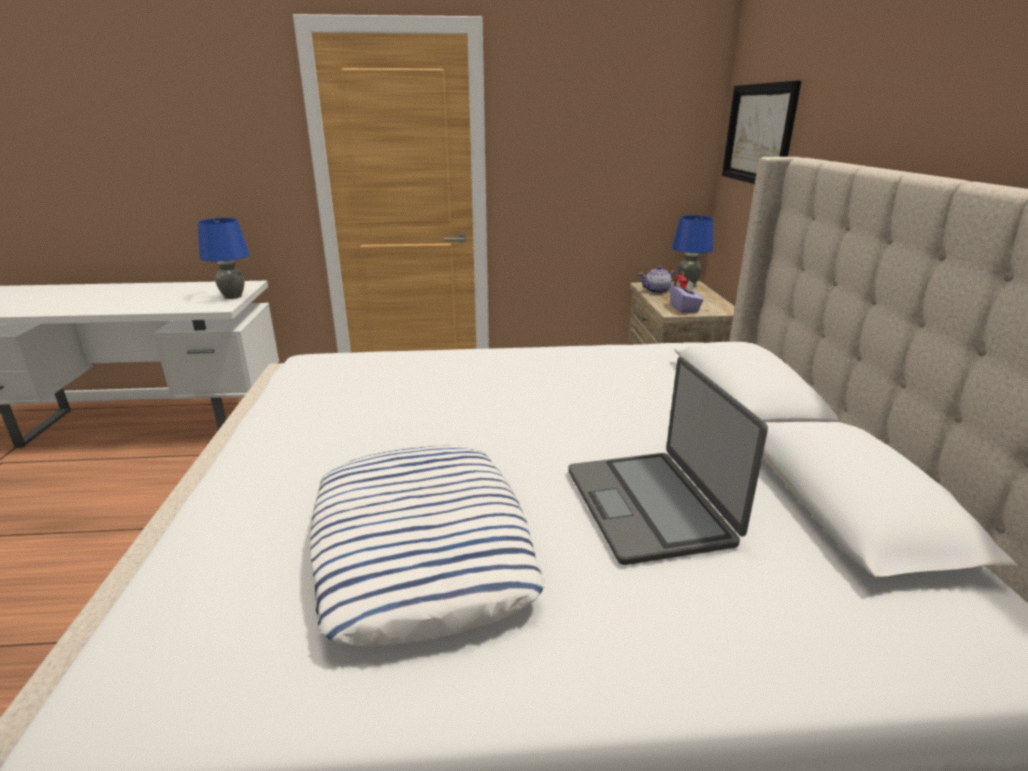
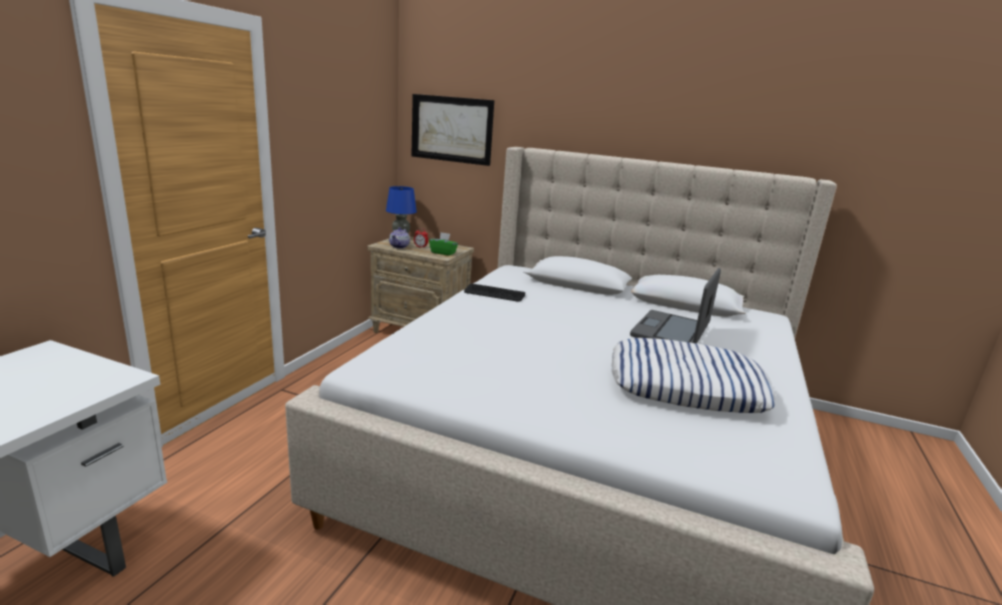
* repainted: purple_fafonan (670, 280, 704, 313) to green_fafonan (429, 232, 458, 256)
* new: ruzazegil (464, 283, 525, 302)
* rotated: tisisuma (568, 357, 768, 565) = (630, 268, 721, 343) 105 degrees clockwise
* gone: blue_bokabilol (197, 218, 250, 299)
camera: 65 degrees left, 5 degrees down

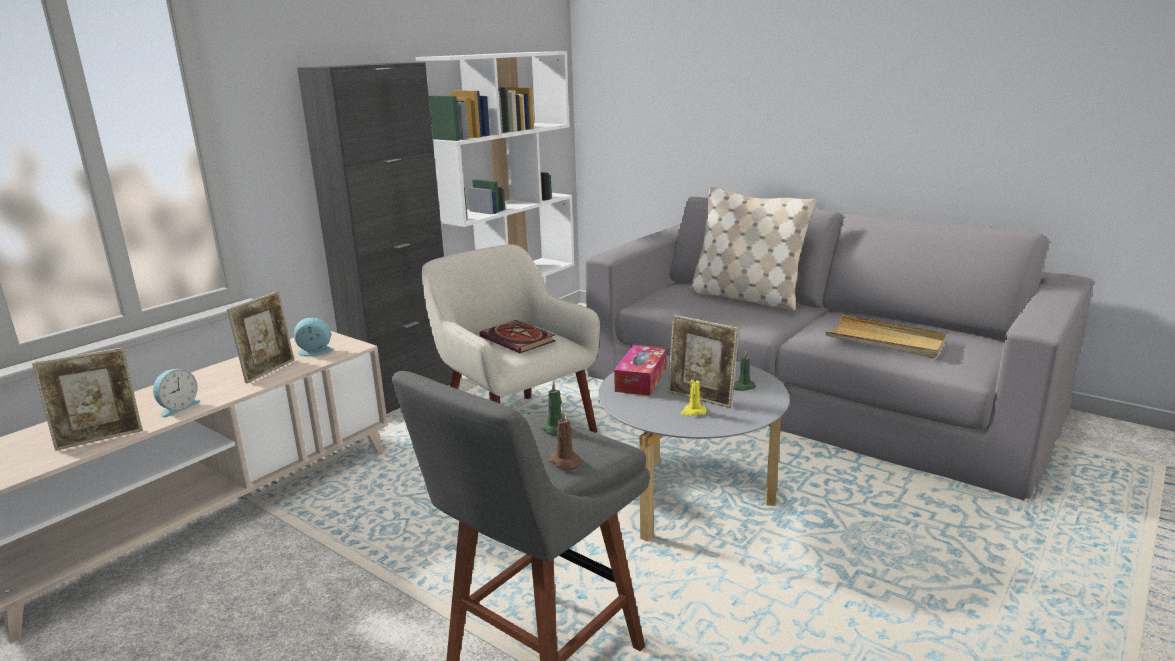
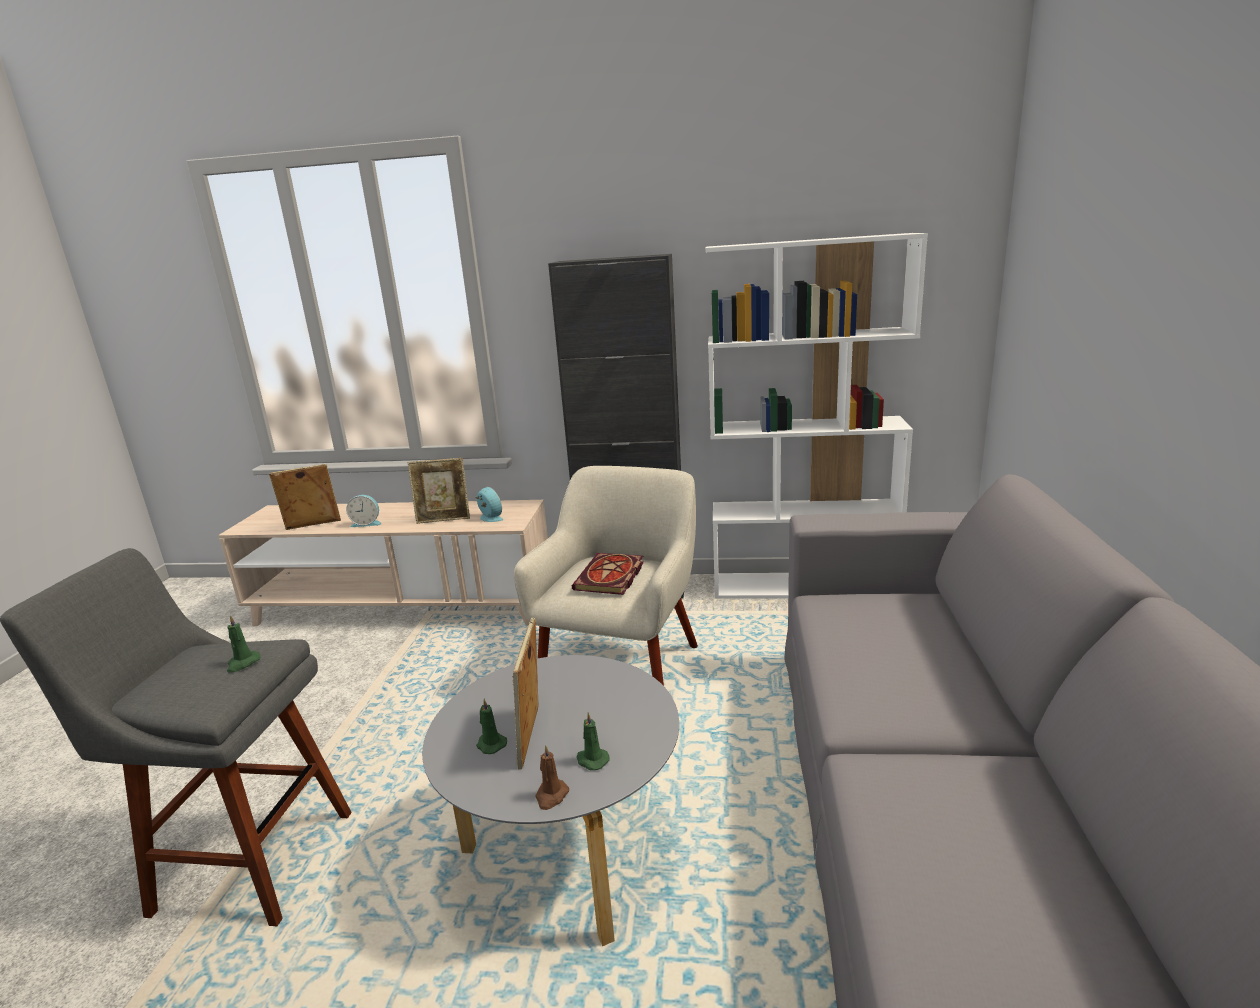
* rotated: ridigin (32, 347, 143, 451) = (269, 464, 341, 530) 135 degrees clockwise
* repainted: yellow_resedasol (681, 373, 707, 416) to green_resedasol (476, 699, 507, 754)
* shifted: brown_resedasol (549, 410, 581, 470) to (535, 745, 569, 810)
* gone: fafonan (614, 345, 667, 396)
* gone: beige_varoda (689, 187, 815, 311)
* gone: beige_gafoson (826, 314, 947, 358)
camera: 60 degrees right, 0 degrees up

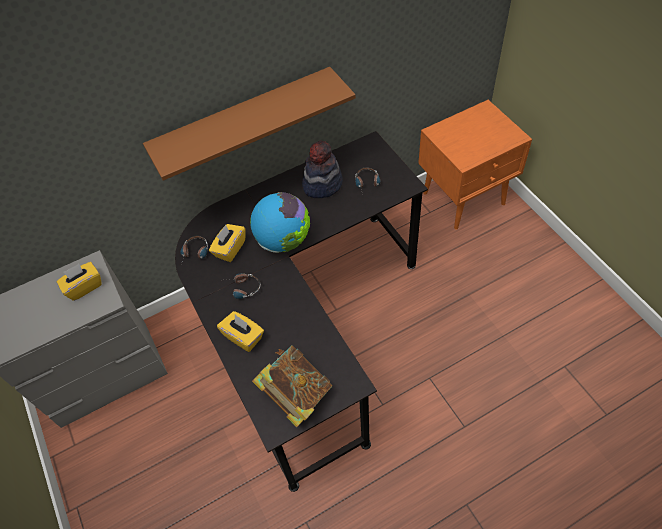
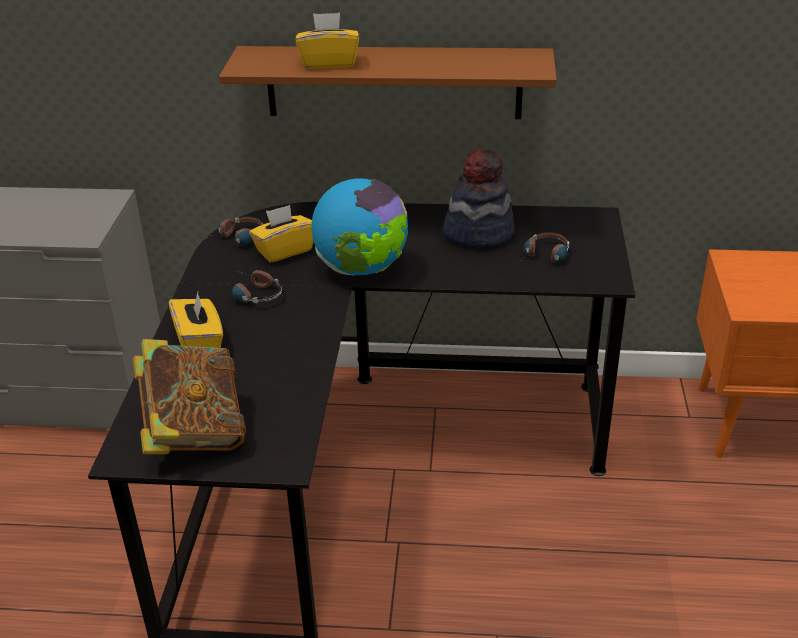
* shifted: yellow_fafonan (57, 262, 102, 301) to (295, 13, 359, 69)
camera: 30 degrees right, 20 degrees down

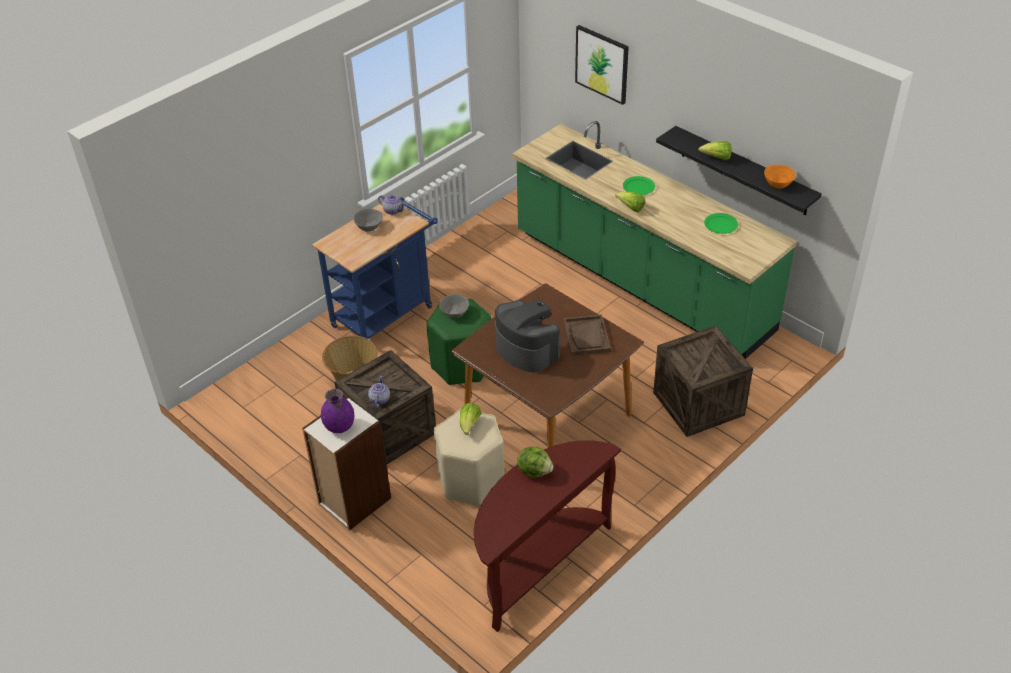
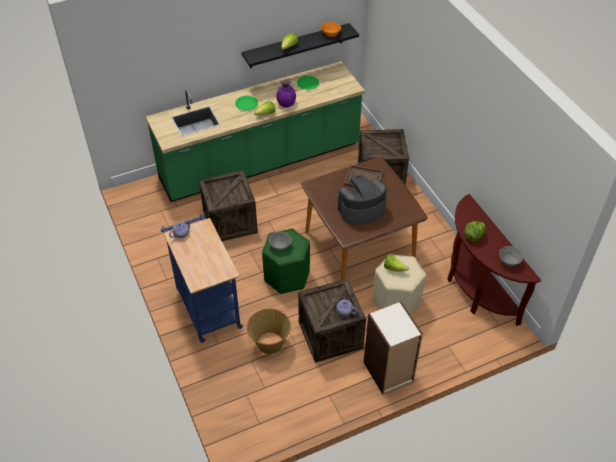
* new: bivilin (199, 170, 258, 241)
* shifted: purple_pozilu (321, 389, 354, 433) to (276, 79, 296, 107)
* shifted: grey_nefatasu (354, 208, 383, 231) to (499, 246, 523, 267)
* gone: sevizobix (575, 25, 629, 105)
camera: 70 degrees left, 5 degrees up

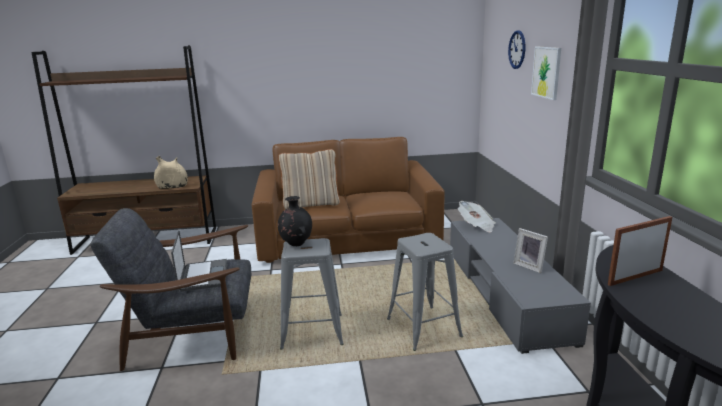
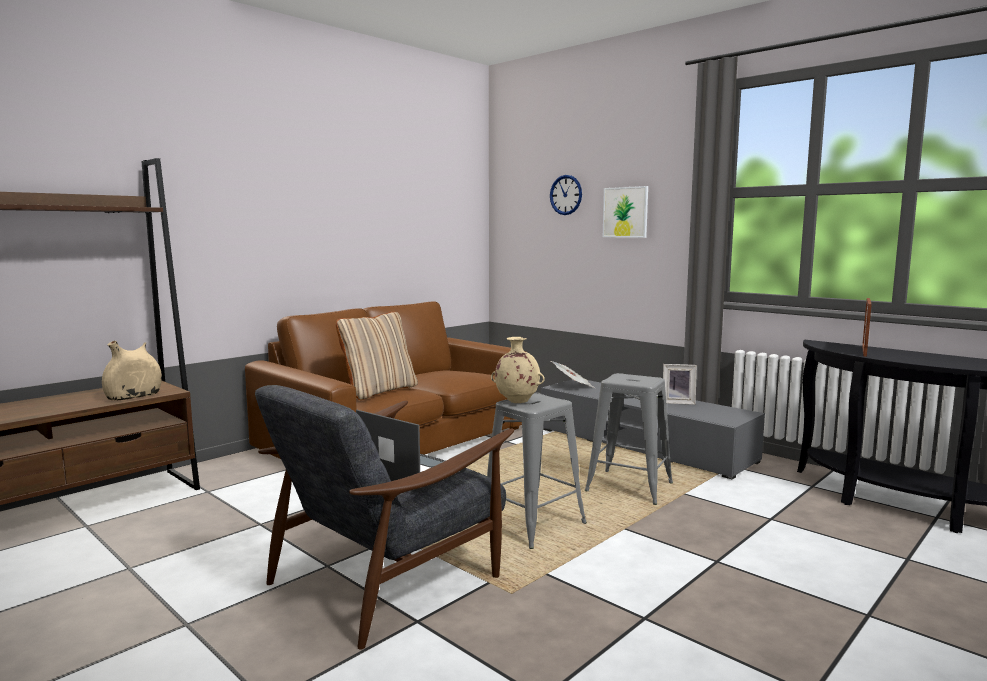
* repainted: black_pozilu (278, 196, 312, 246) to beige_pozilu (491, 337, 545, 403)
camera: 40 degrees left, 10 degrees down

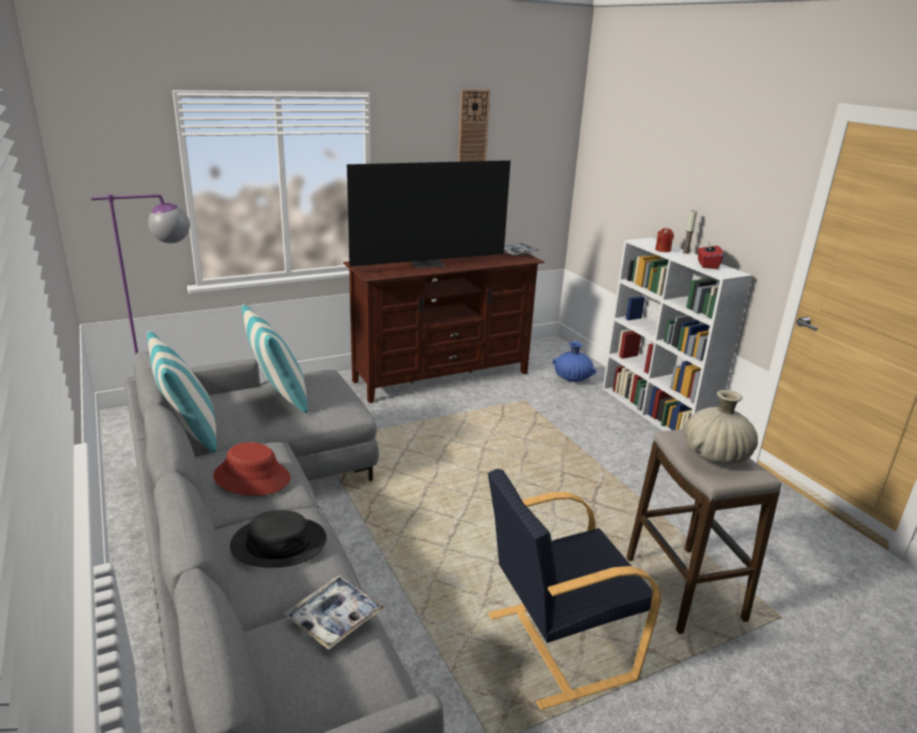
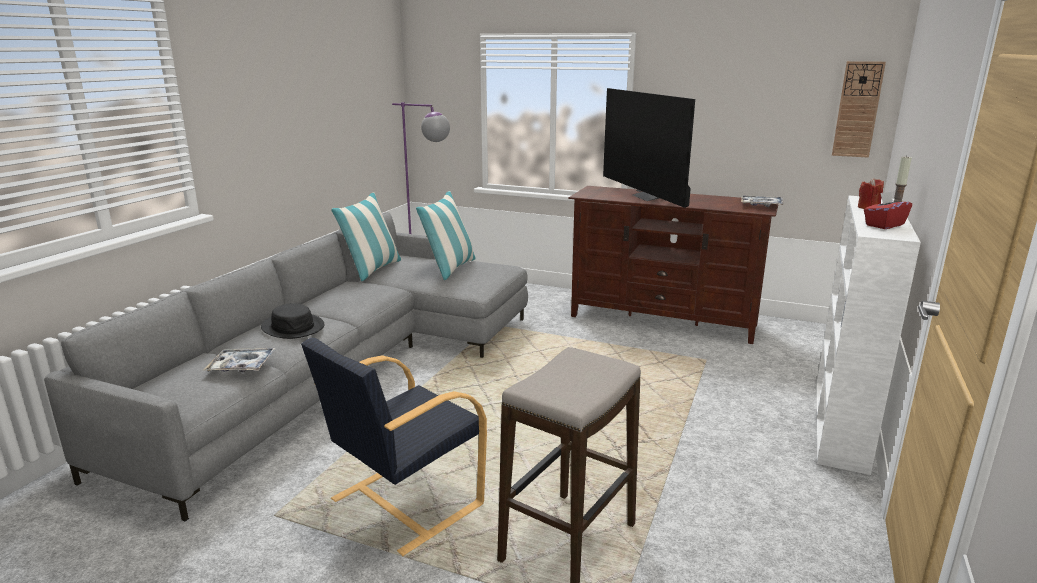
* rotated: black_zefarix (488, 469, 661, 710) = (301, 338, 487, 557) 75 degrees counterclockwise
* rotated: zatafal (347, 160, 511, 269) = (603, 88, 695, 208) 45 degrees clockwise
* shifted: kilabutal (458, 90, 490, 162) to (832, 61, 886, 158)
* gone: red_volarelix (213, 442, 291, 496)
* gone: blue_pozilu (553, 341, 597, 382)
* gone: beige_pozilu (684, 390, 758, 464)
camera: 50 degrees right, 5 degrees down

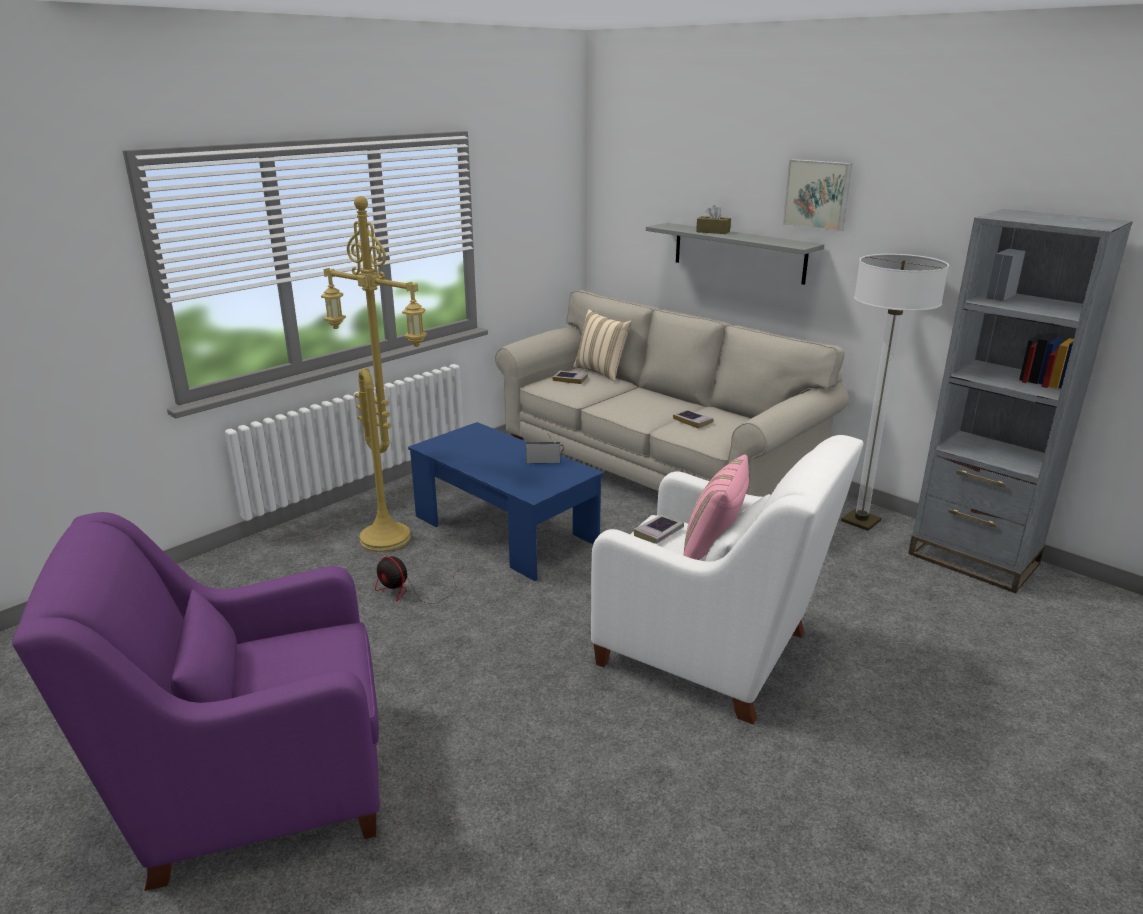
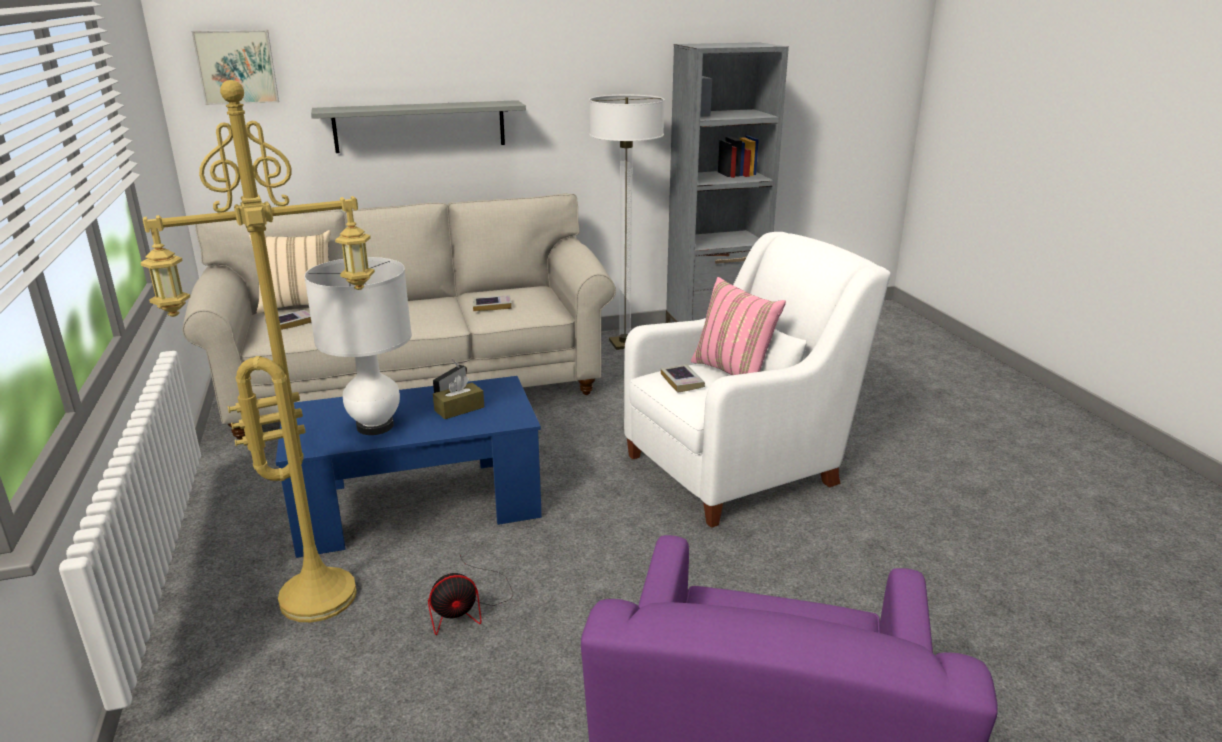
* shifted: sevizobix (783, 159, 852, 232) to (192, 30, 279, 105)
* new: white_bokabilol (304, 257, 412, 435)
* shifted: brown_fafonan (696, 205, 731, 234) to (433, 375, 484, 419)
camera: 60 degrees left, 0 degrees up

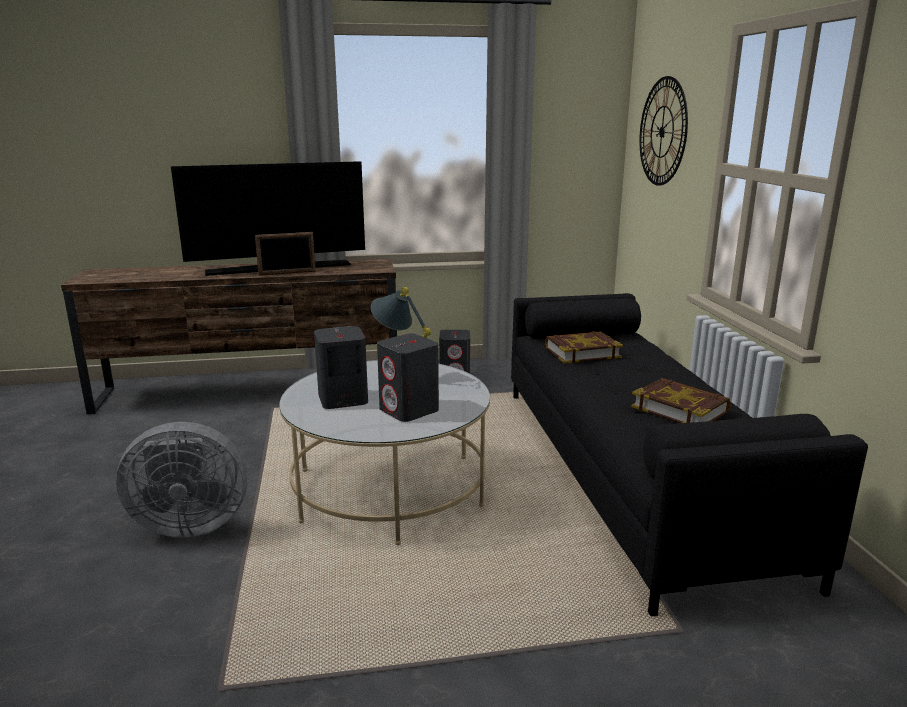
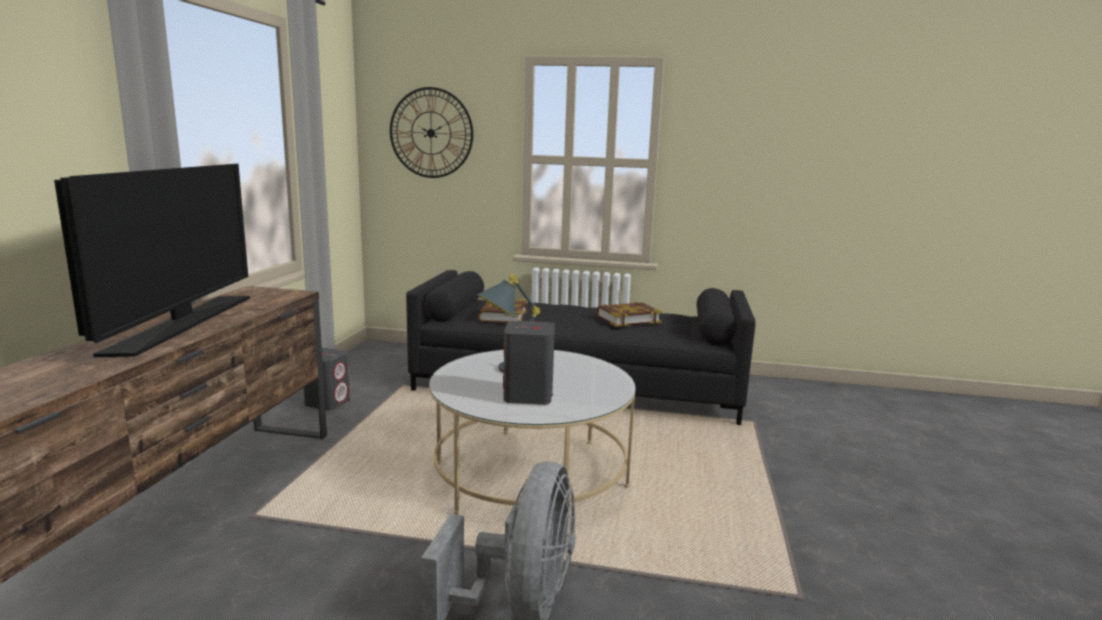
* gone: ridigin (255, 232, 316, 276)
* gone: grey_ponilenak (377, 334, 439, 422)
camera: 70 degrees left, 5 degrees down

